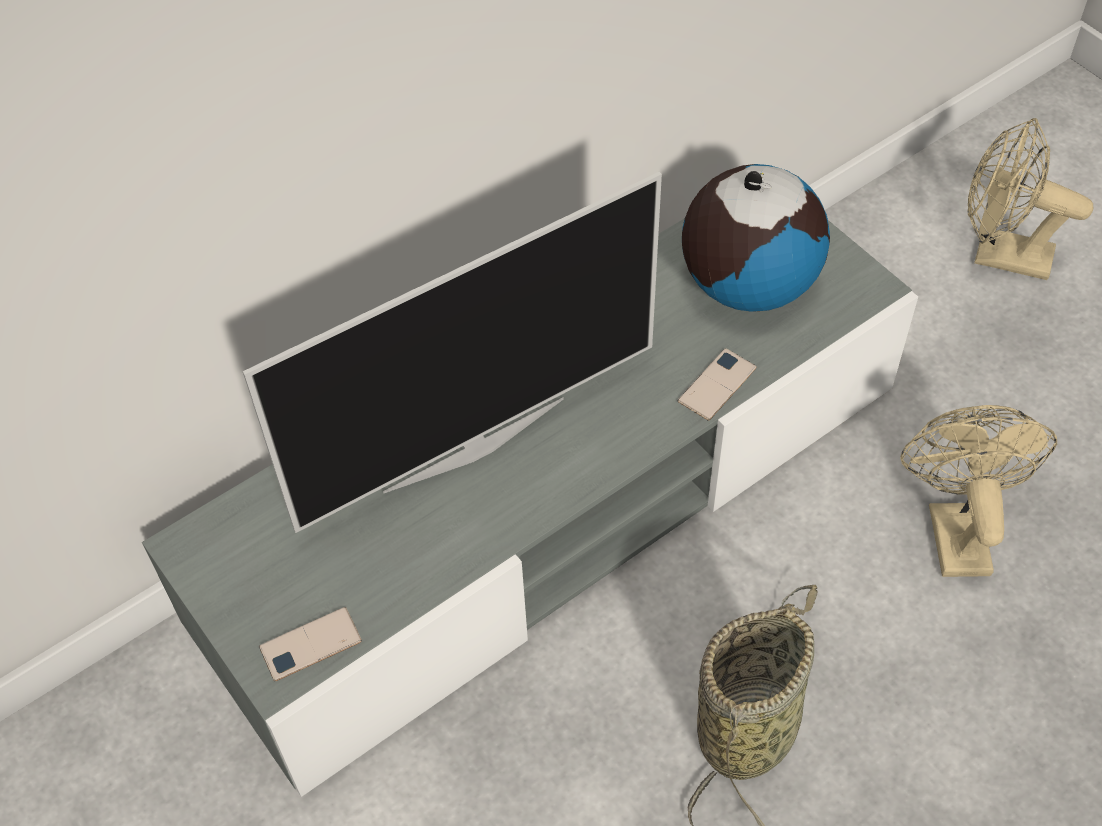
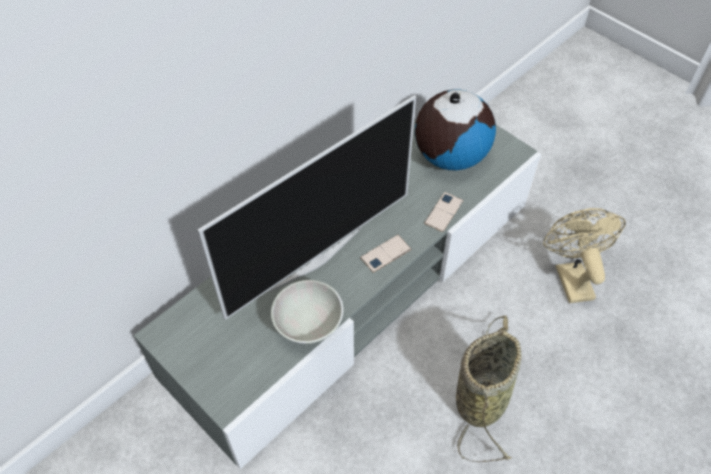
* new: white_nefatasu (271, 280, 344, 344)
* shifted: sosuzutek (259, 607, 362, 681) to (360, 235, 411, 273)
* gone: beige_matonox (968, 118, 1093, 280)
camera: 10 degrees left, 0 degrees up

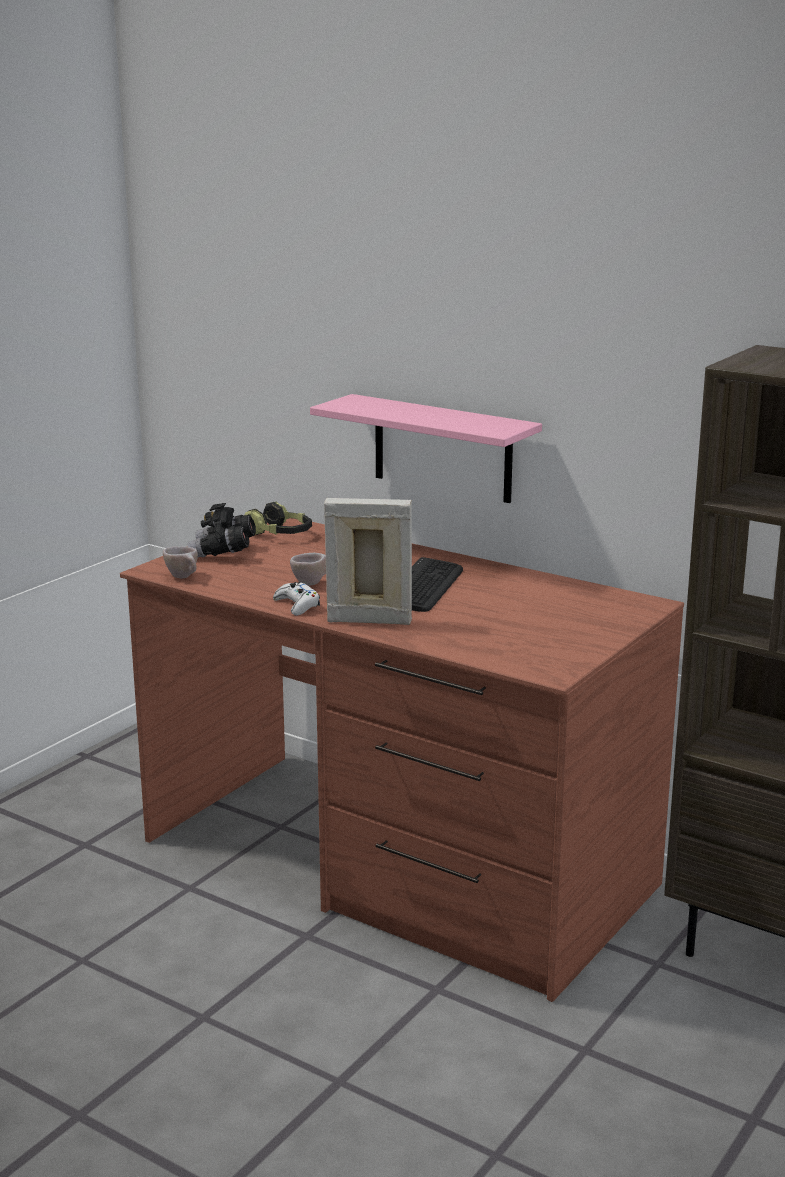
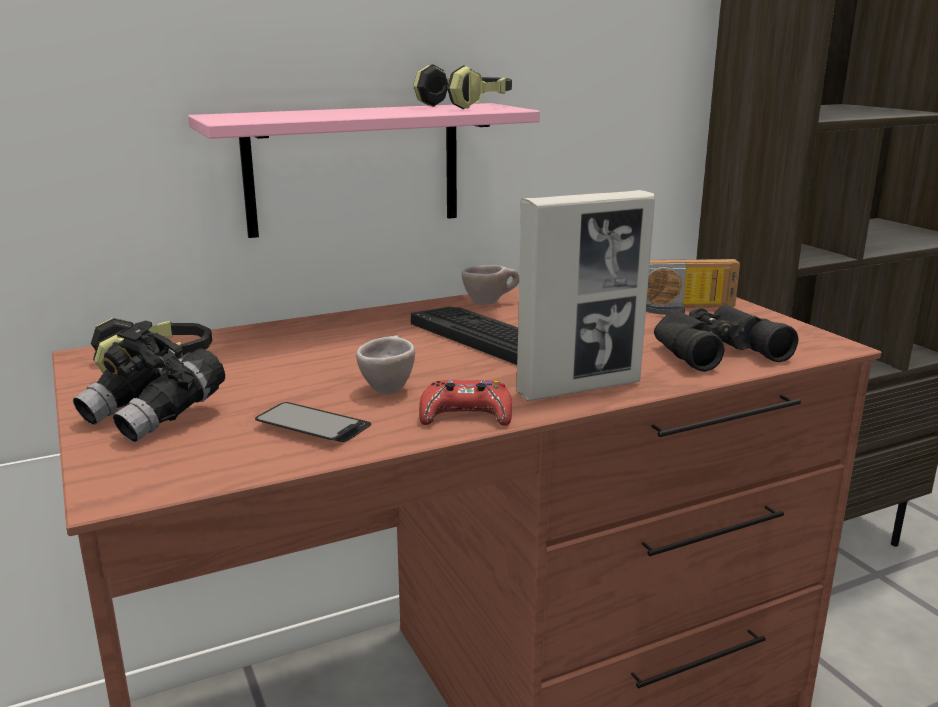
* new: sosuzutek (255, 402, 371, 442)
* new: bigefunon (413, 64, 512, 109)
* repainted: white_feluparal (273, 582, 320, 616) to red_feluparal (419, 380, 512, 426)
* shifted: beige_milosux (163, 546, 198, 578) to (462, 265, 519, 305)
* rotated: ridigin (324, 498, 412, 625) = (516, 190, 655, 401) 150 degrees counterclockwise
* new: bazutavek (646, 259, 740, 315)
* new: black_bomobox (654, 305, 799, 372)
camera: 60 degrees left, 0 degrees up

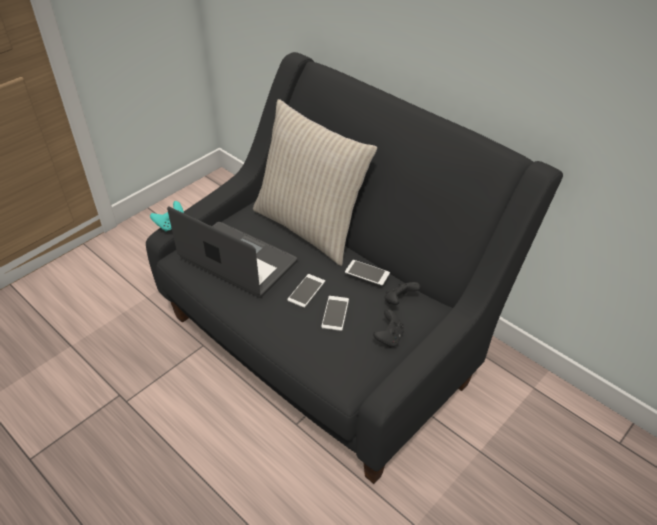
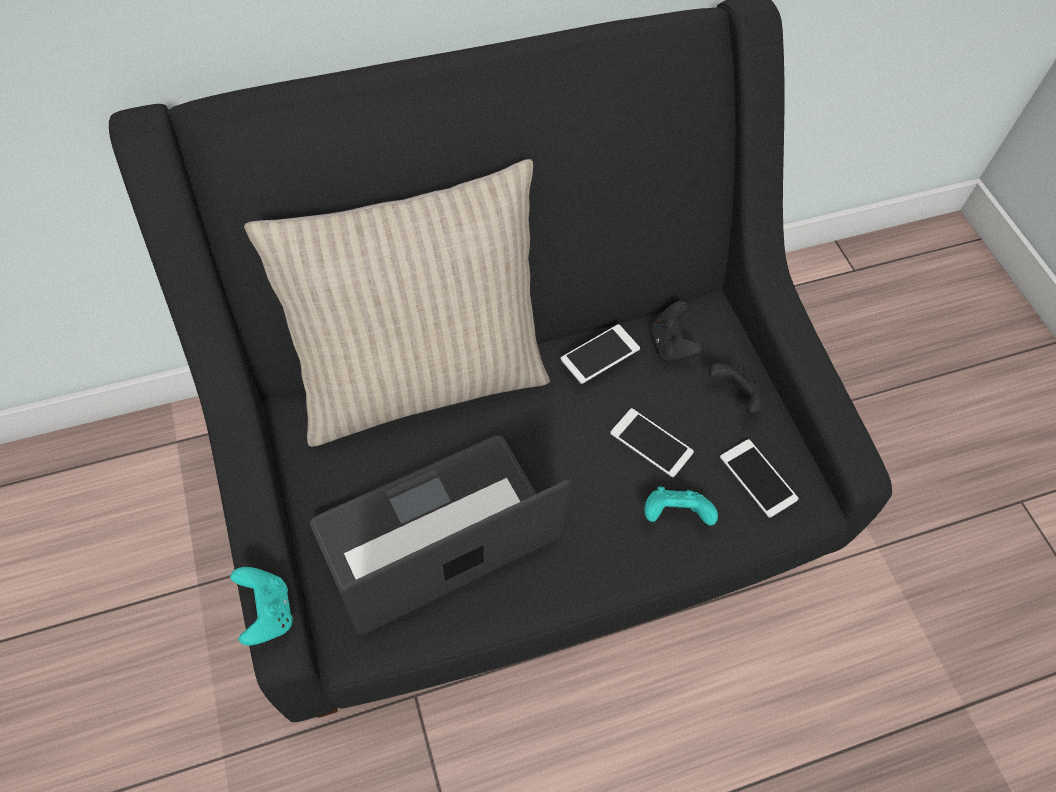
* new: turquoise_feluparal (644, 487, 718, 525)
* shifted: sosuzutek (287, 274, 325, 308) to (720, 439, 799, 518)
camera: 65 degrees left, 15 degrees up

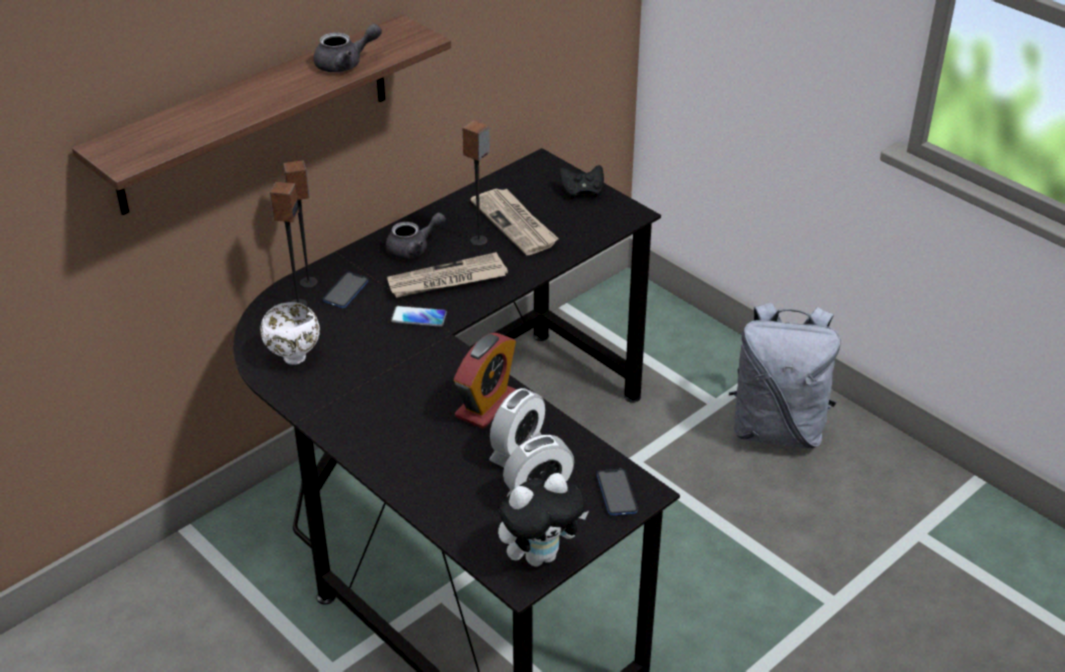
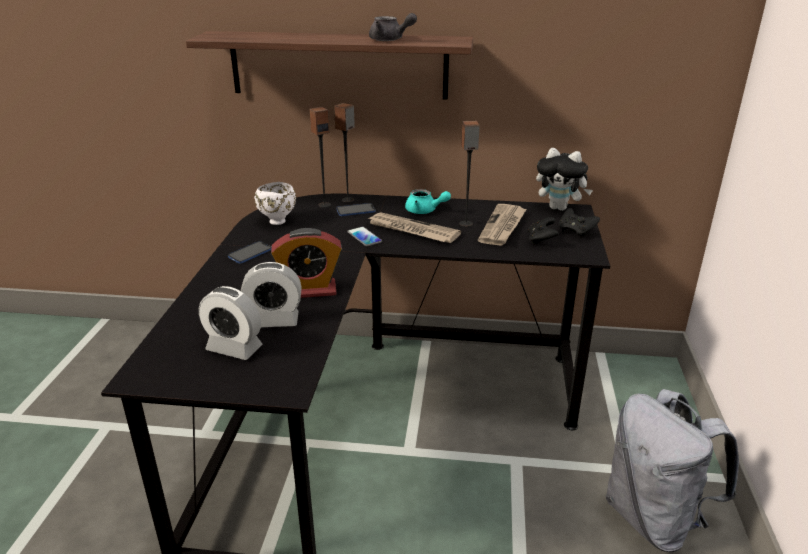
* shifted: sosuzutek (597, 469, 638, 516) to (228, 241, 272, 263)
* repainted: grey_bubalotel (386, 213, 446, 259) to turquoise_bubalotel (405, 189, 451, 214)
* new: black_feluparal (528, 217, 559, 245)
* shifted: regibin (498, 473, 589, 567) to (536, 148, 593, 211)
camera: 50 degrees right, 10 degrees down

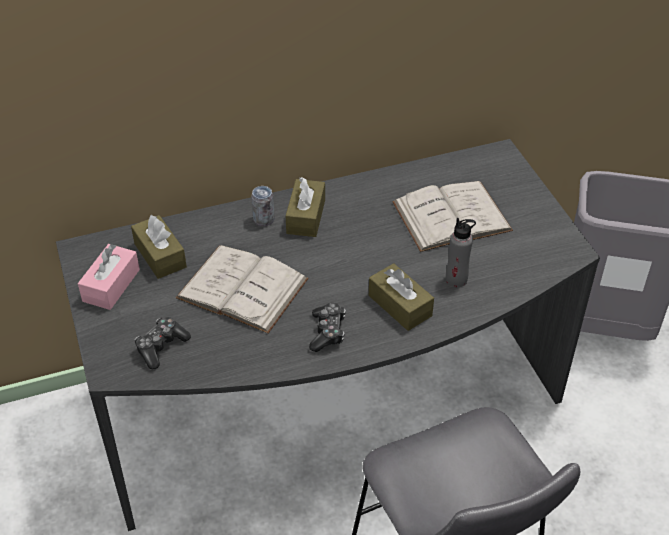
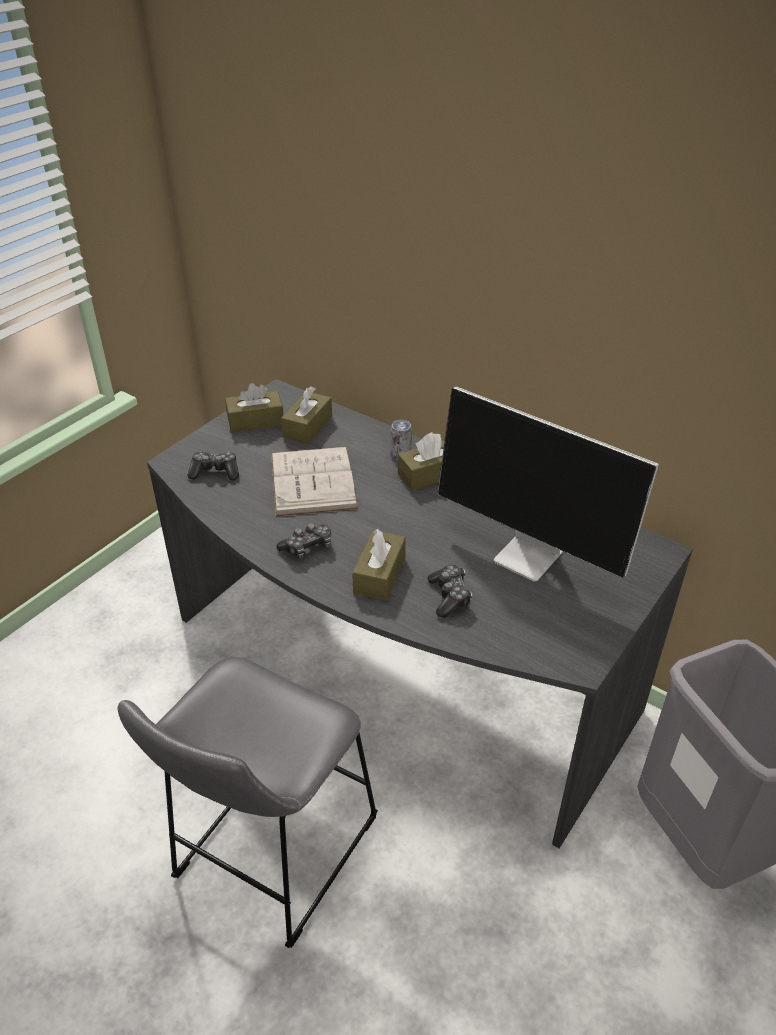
* repainted: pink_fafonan (78, 244, 140, 310) to brown_fafonan (225, 383, 284, 433)
* swapped: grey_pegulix (446, 218, 476, 287) to feluparal (428, 564, 472, 618)
* swapped: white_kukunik (392, 181, 513, 252) to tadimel (438, 386, 659, 582)
camera: 55 degrees right, 5 degrees down

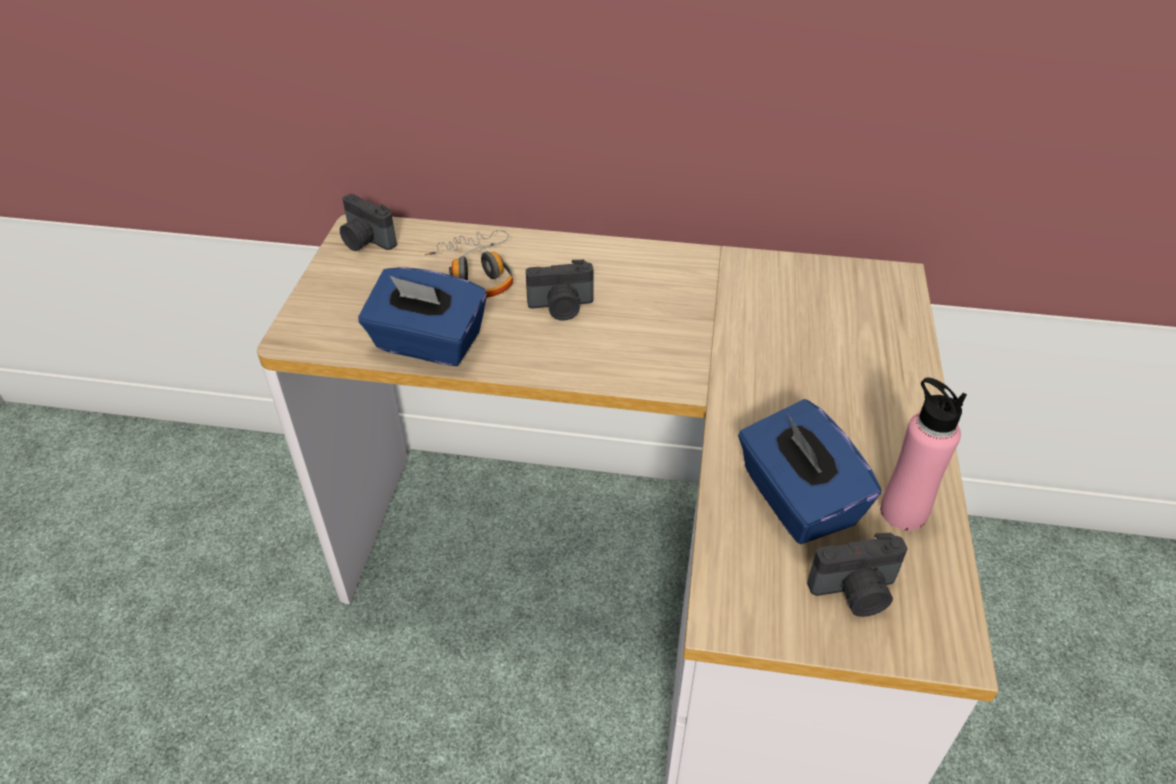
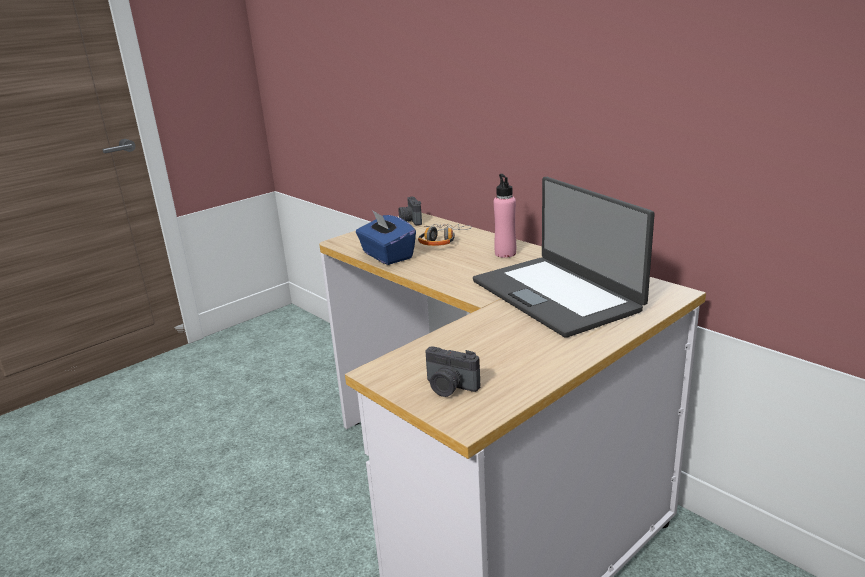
* new: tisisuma (473, 177, 655, 338)
* shifted: pink_pegulix (880, 378, 967, 531) to (494, 174, 516, 258)
* gone: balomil (526, 260, 594, 321)
* gone: blue_fafonan (738, 399, 881, 544)
camera: 40 degrees right, 20 degrees down

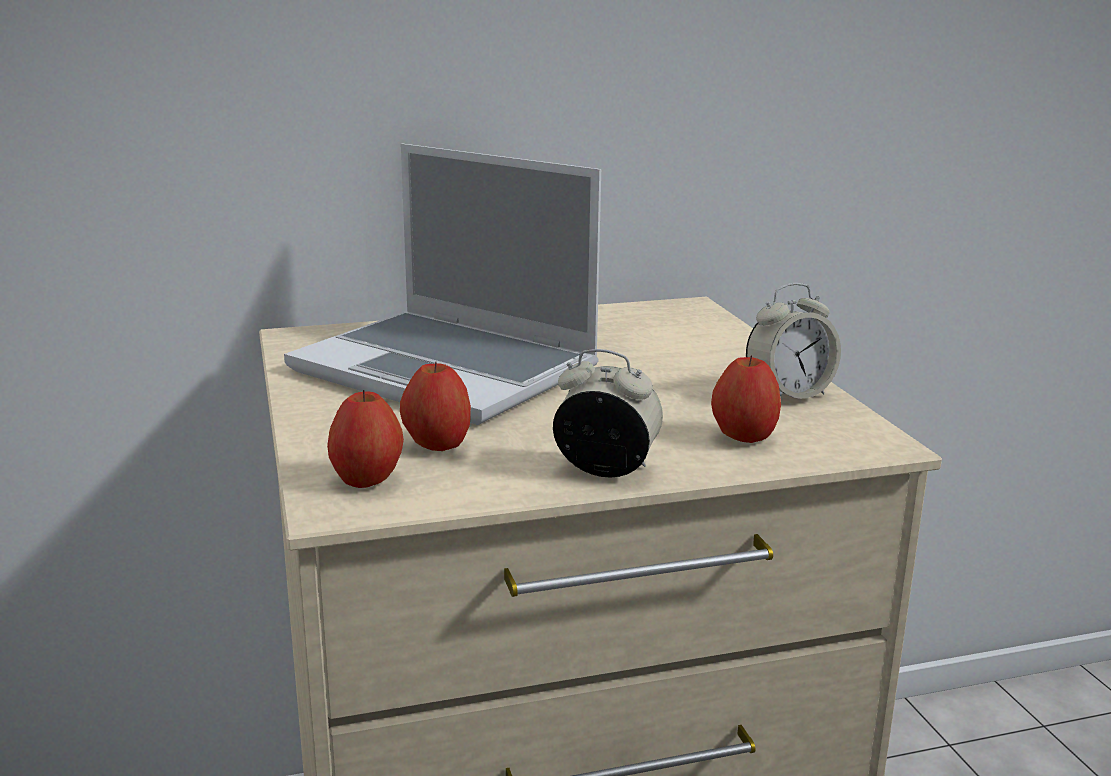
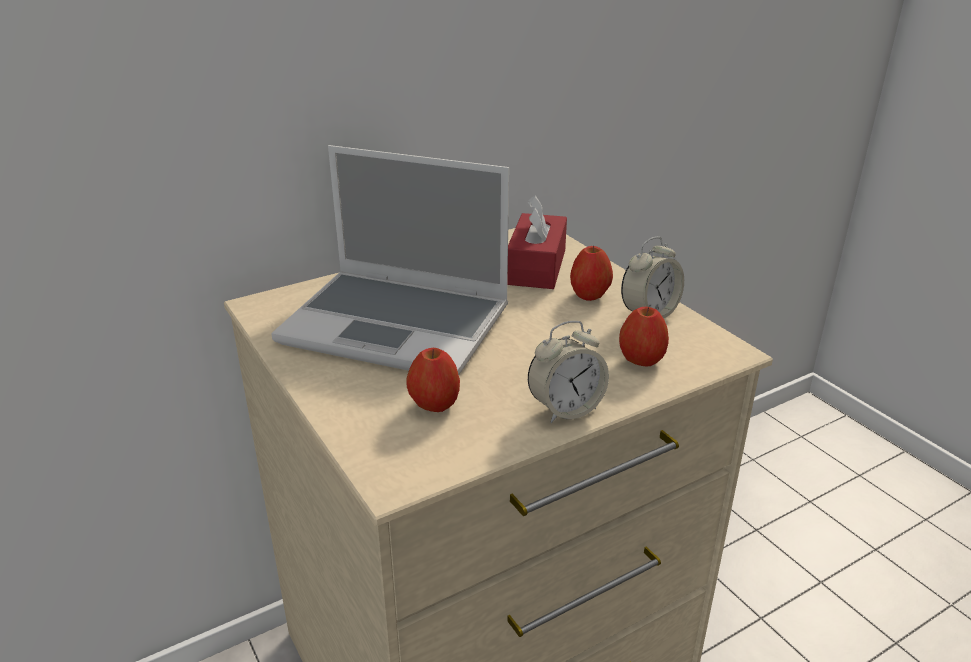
* new: red_fafonan (507, 195, 567, 289)
* rotated: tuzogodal (553, 349, 663, 478) = (528, 321, 609, 423) 150 degrees clockwise
* shifted: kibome (327, 390, 404, 488) to (570, 246, 613, 301)
camera: 15 degrees left, 10 degrees up

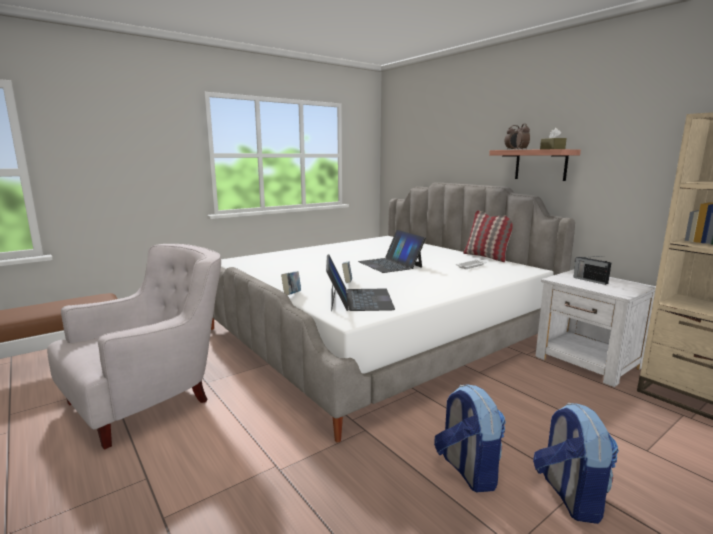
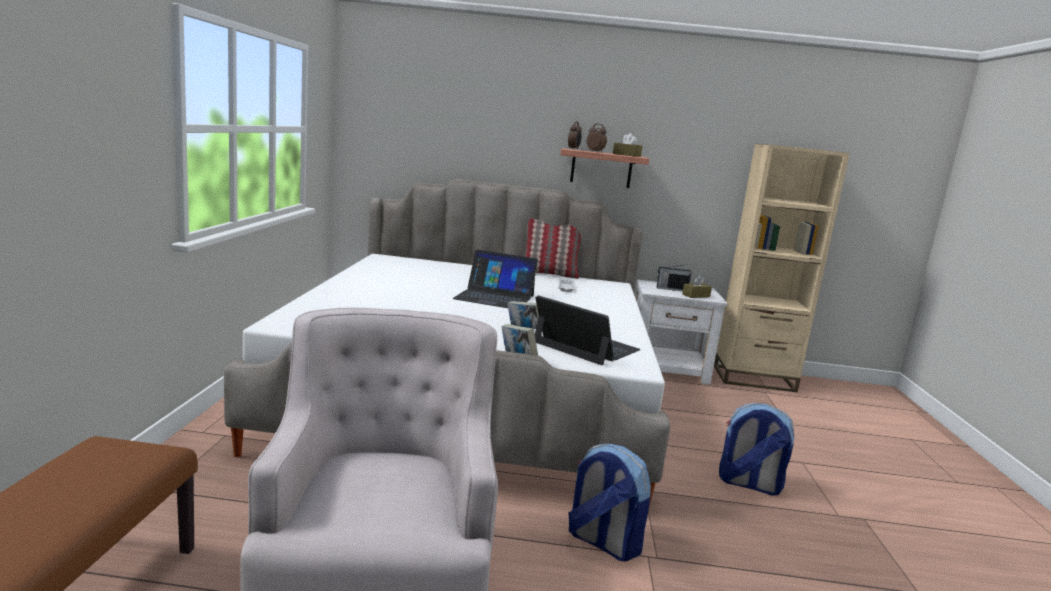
* shifted: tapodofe (533, 403, 619, 524) to (569, 444, 651, 562)
* new: brown_fafonan (682, 275, 712, 298)
camera: 50 degrees left, 0 degrees up

